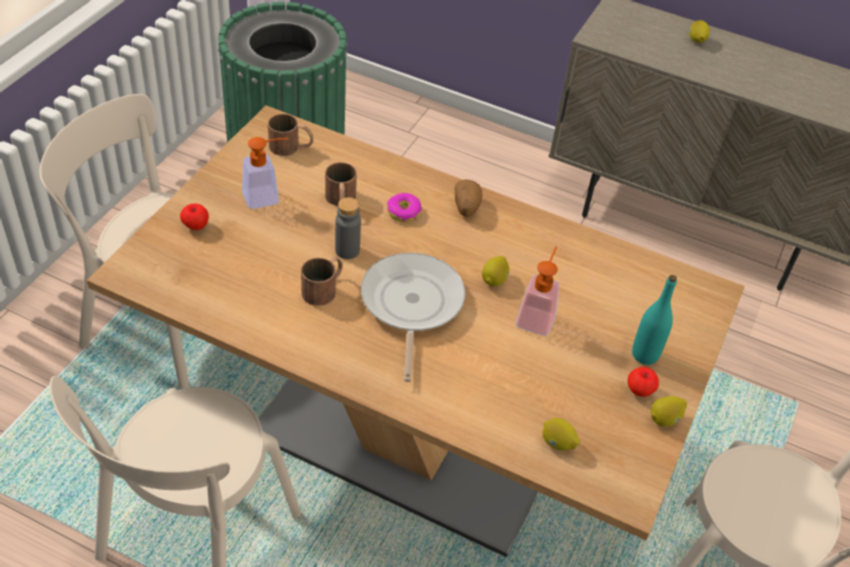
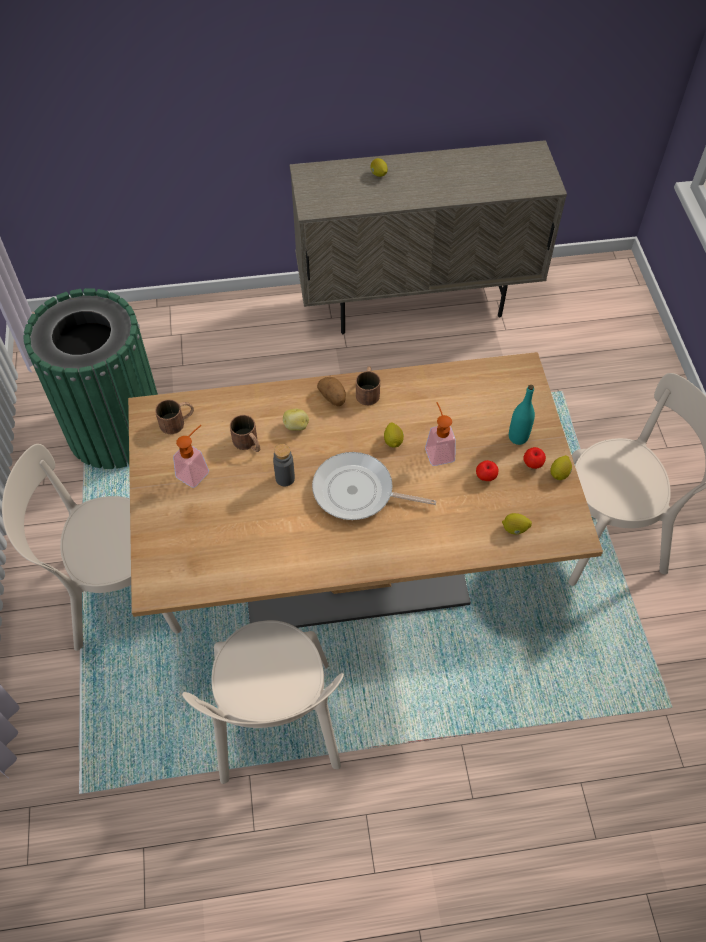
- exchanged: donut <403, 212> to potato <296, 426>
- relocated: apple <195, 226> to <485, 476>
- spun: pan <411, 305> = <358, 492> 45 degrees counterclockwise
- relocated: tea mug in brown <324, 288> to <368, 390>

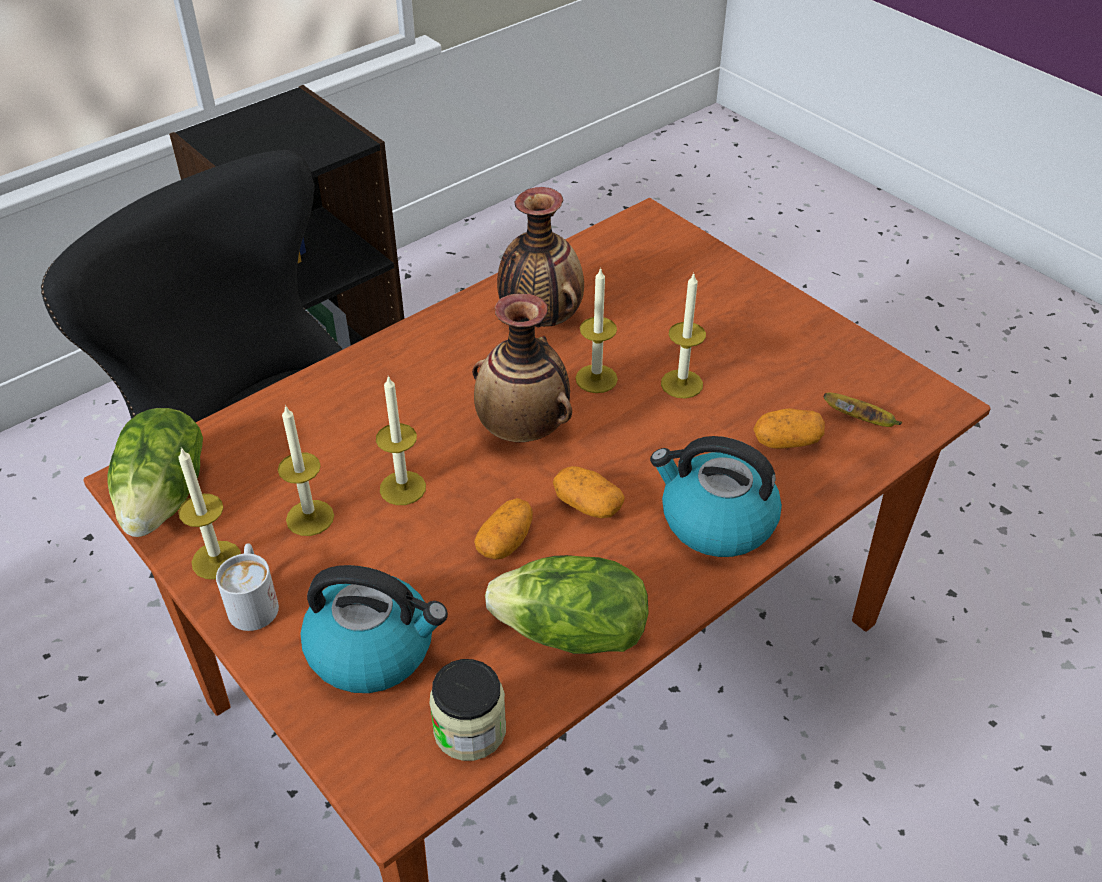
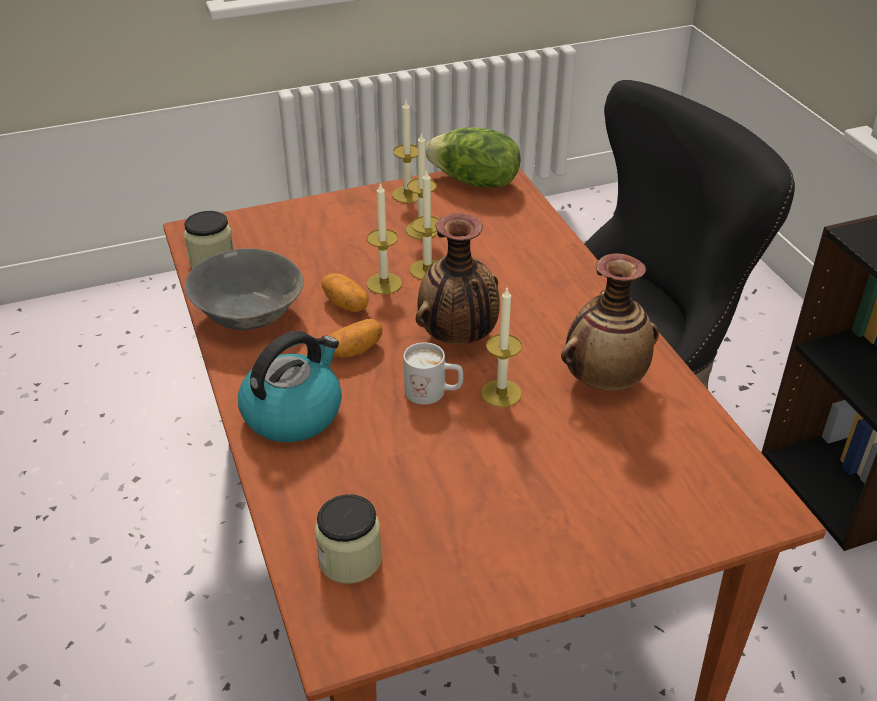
- relocated: wax light <681, 384> to <384, 283>
- exchanged: banana <860, 420> to storage jar <350, 559>
- missing: potato <786, 441>
- relocated: tea mug in white-coloured <254, 601> to <433, 392>
- exchanged: lettuce head <572, 634> to serving bowl in gray <247, 314>
- missing: water kettle <373, 649>

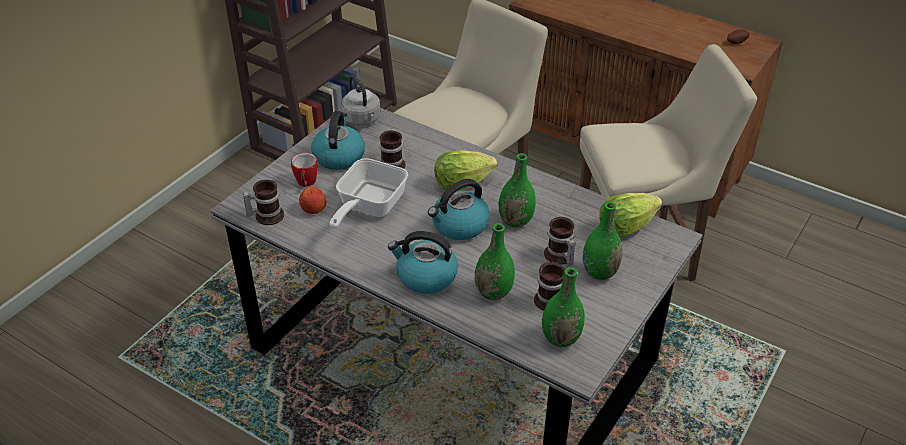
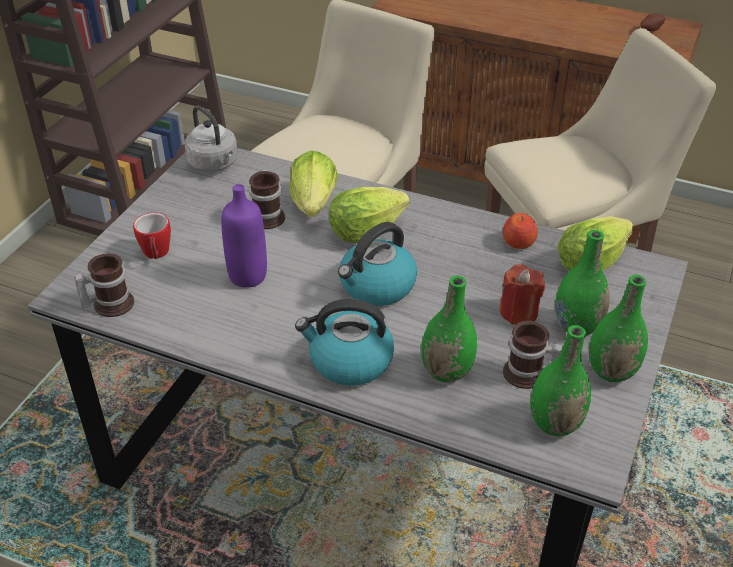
- missing: water kettle <339, 156>
- relocated: vase in greenish <516, 221> to <611, 371>
- exchanged: pan <368, 207> to beverage bottle in purple-coloured <248, 276>
- relocated: apple <313, 209> to <518, 243>
- exchanged: tea mug <559, 257> to wax light in red <518, 312>
- appeared: lettuce head <314, 203>

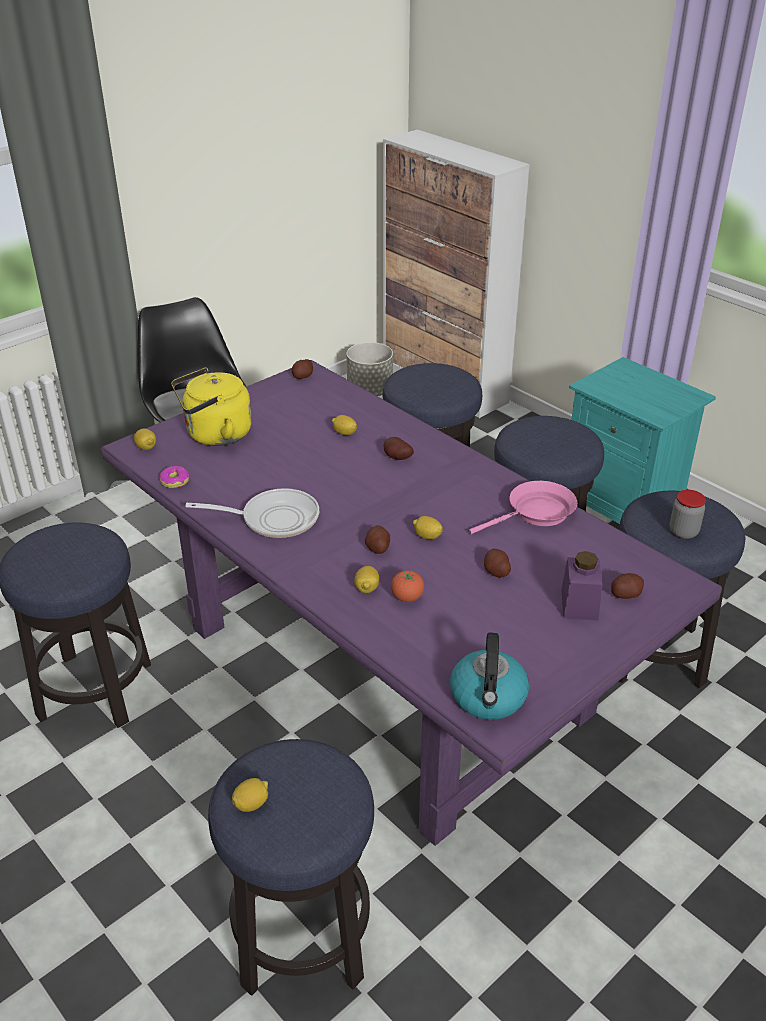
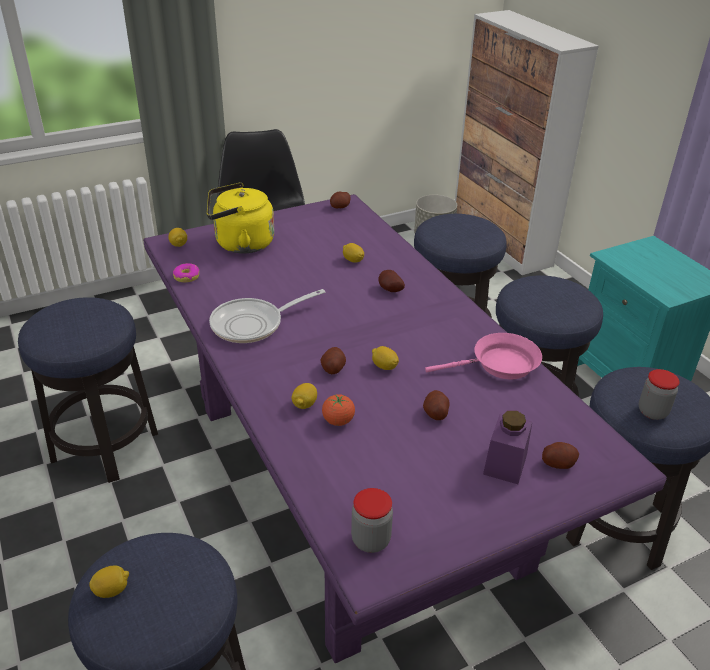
- spun: pan <273, 519> = <253, 324> 135 degrees clockwise
- exchanged: water kettle <488, 698> to storage jar <371, 540>

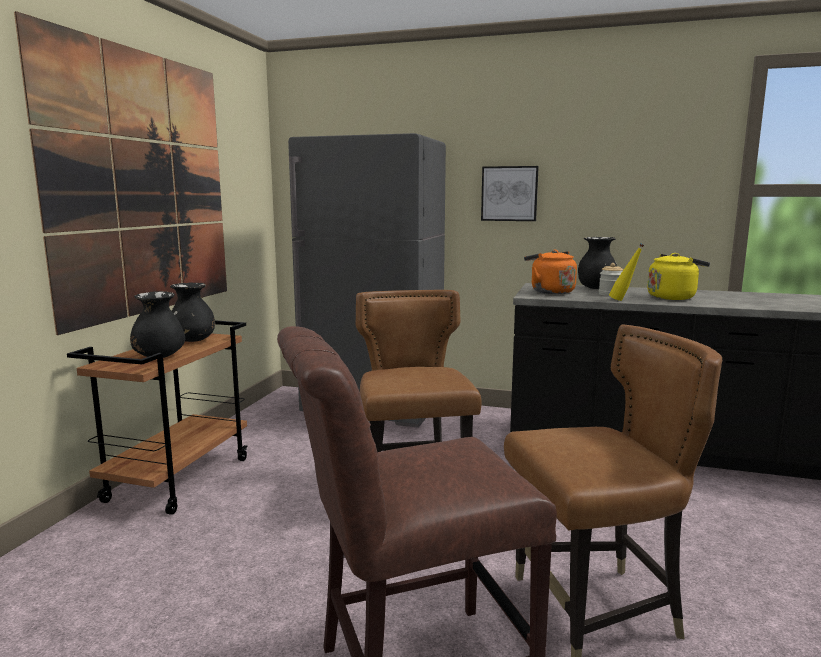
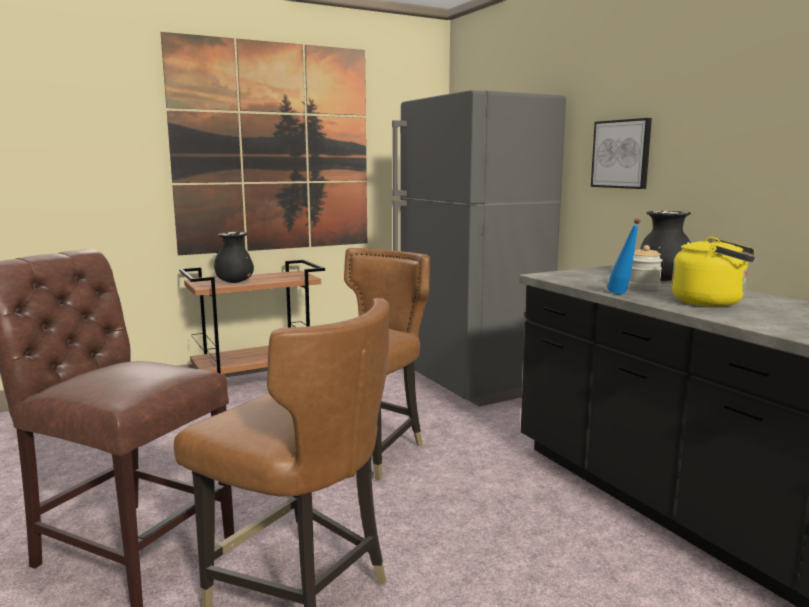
- colour: beverage bottle in yellow <623, 300> to beverage bottle in bluish <621, 294>
- missing: water kettle in orange-coloured <550, 291>
- missing: vase in black-coloured <193, 341>

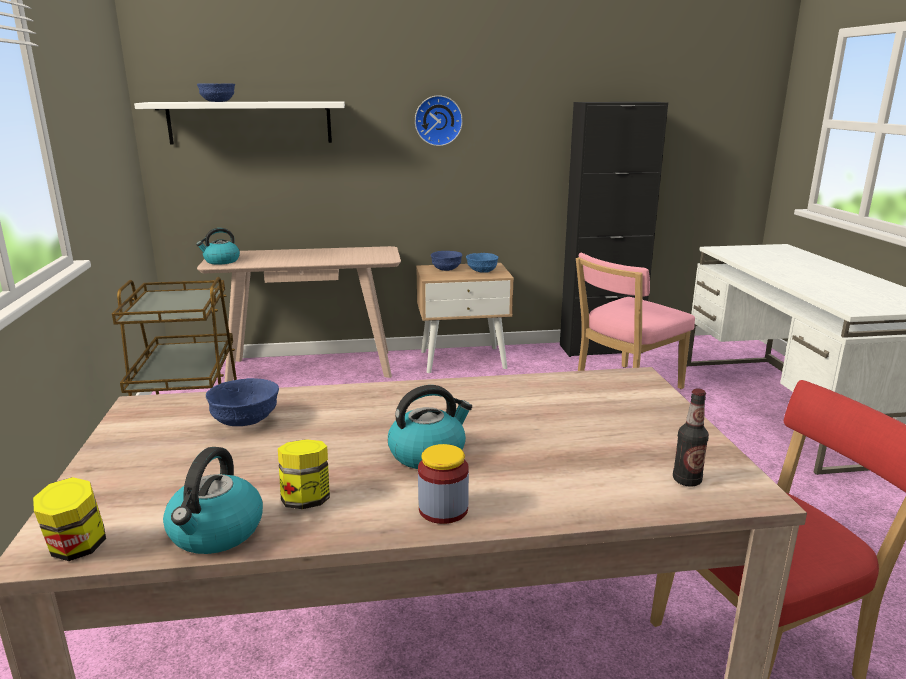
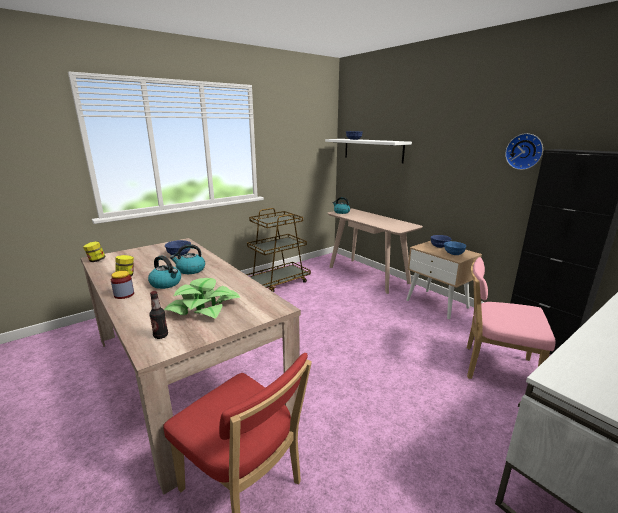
- relocated: clock on the wall <438, 120> to <524, 151>
- relocated: water kettle <216, 532> to <190, 270>
- appeared: houseplant <204, 308>

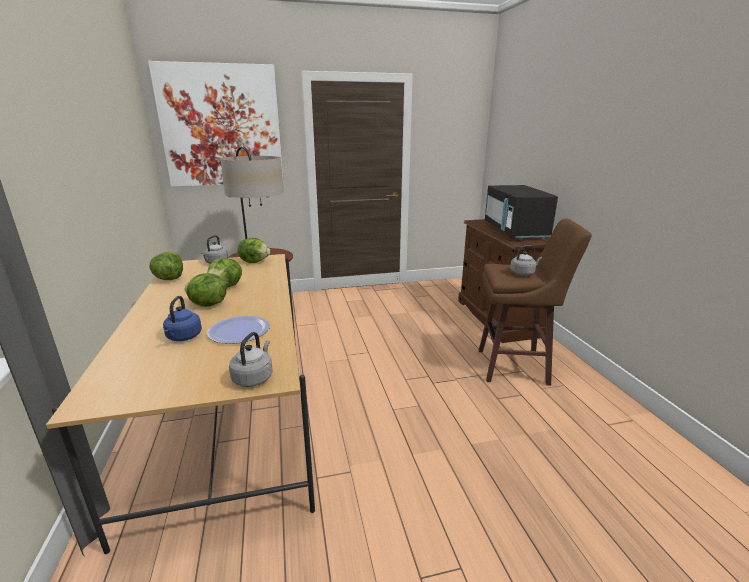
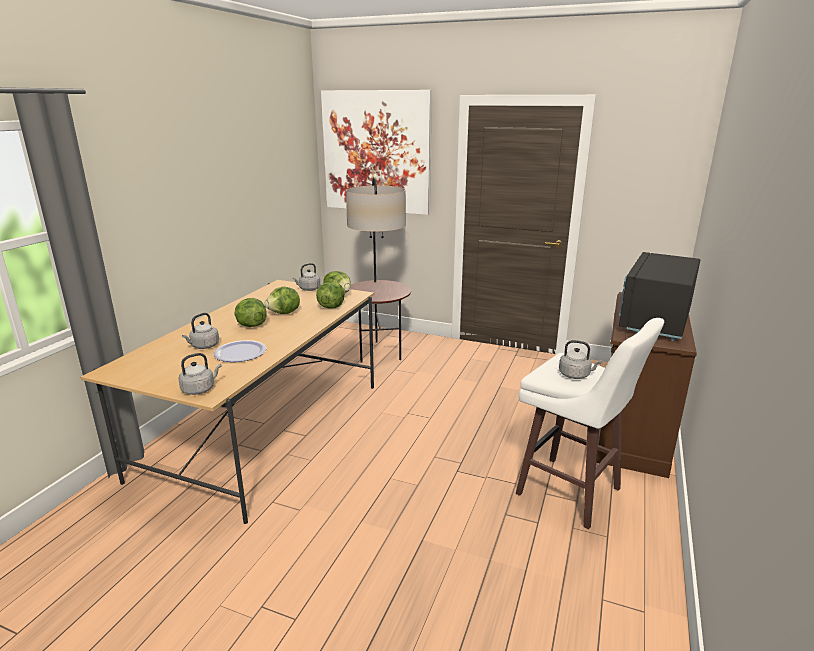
- colour: sitting stool in brown <515, 367> to sitting stool in white-coloured <571, 493>
- relocated: lettuce head <169, 279> to <331, 307>
- colour: water kettle in bluish <183, 337> to water kettle in gray <204, 346>

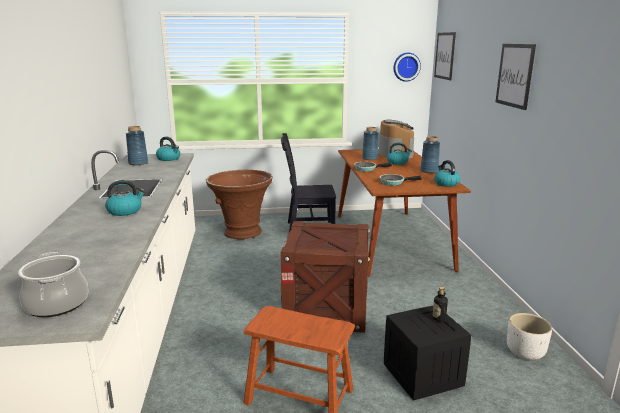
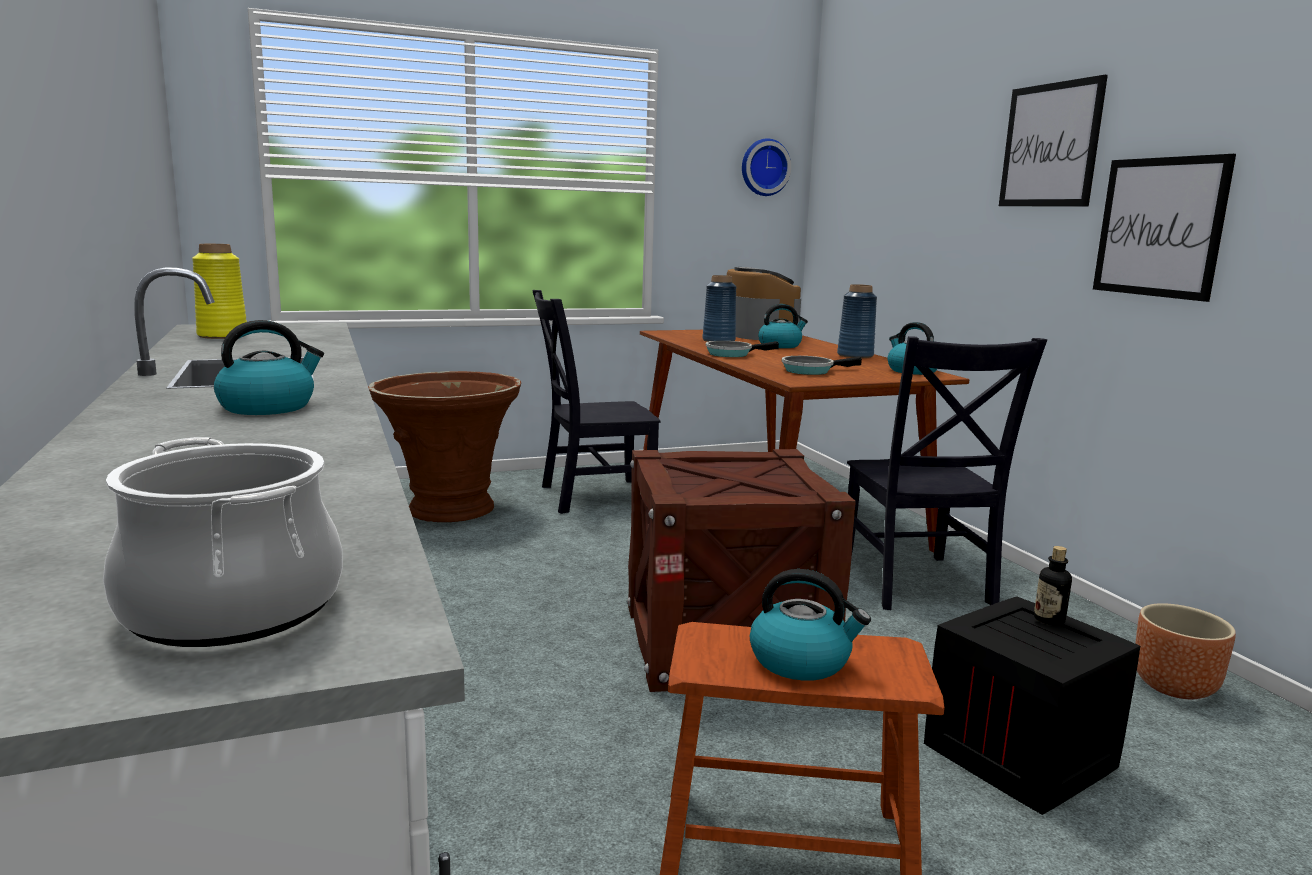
- relocated: picture <445, 55> to <1159, 227>
- colour: vase in bluish <138, 163> to vase in yellow <222, 336>
- relocated: water kettle <169, 159> to <801, 661>
- colour: flower pot in white-coloured <525, 353> to flower pot in brown <1175, 687>
- appeared: plain chair in black-coloured <917, 585>

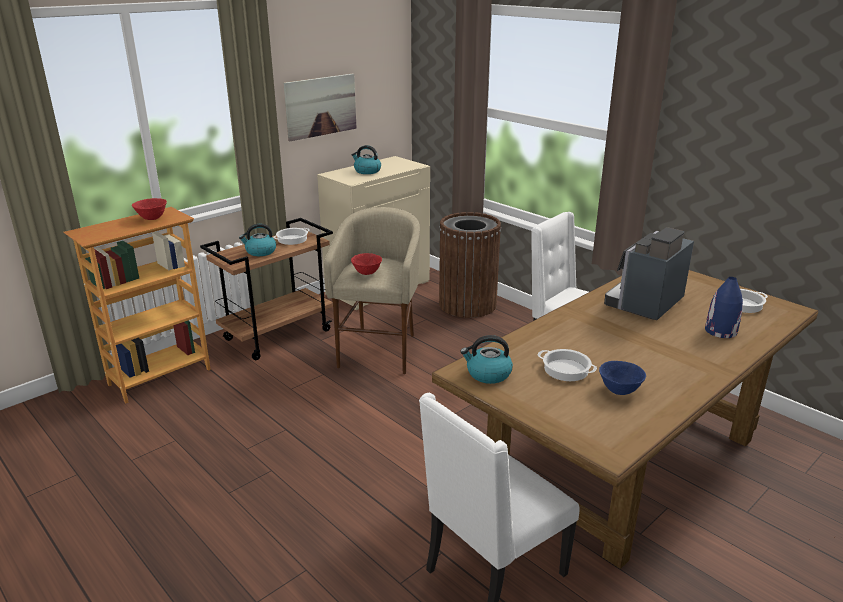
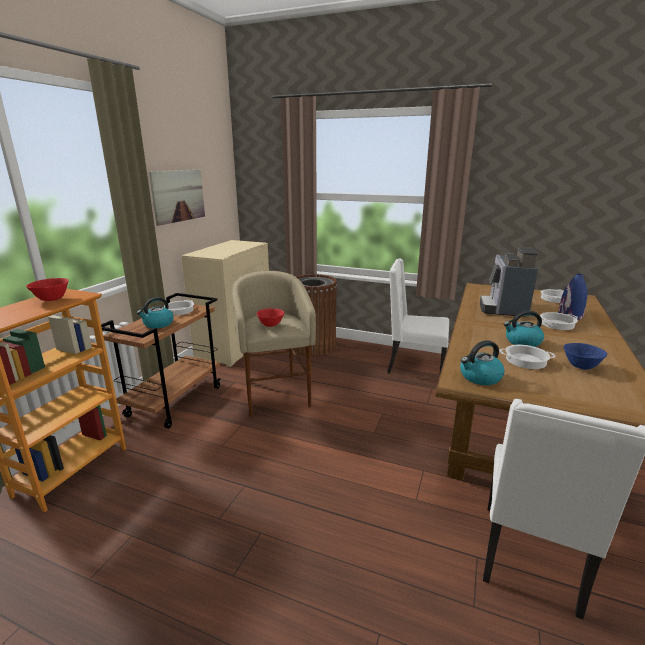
- relocated: water kettle <367, 171> to <522, 342>
- appeared: stockpot <557, 324>

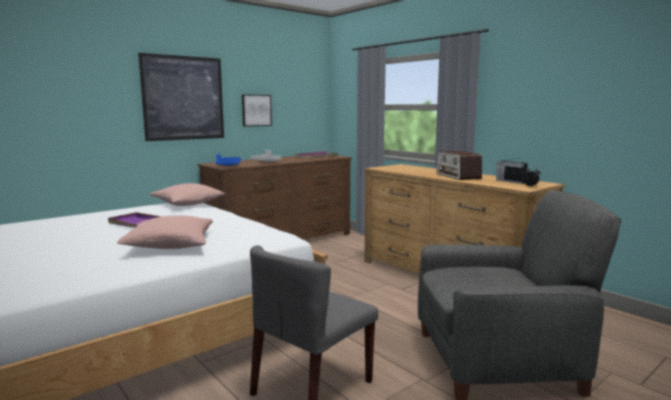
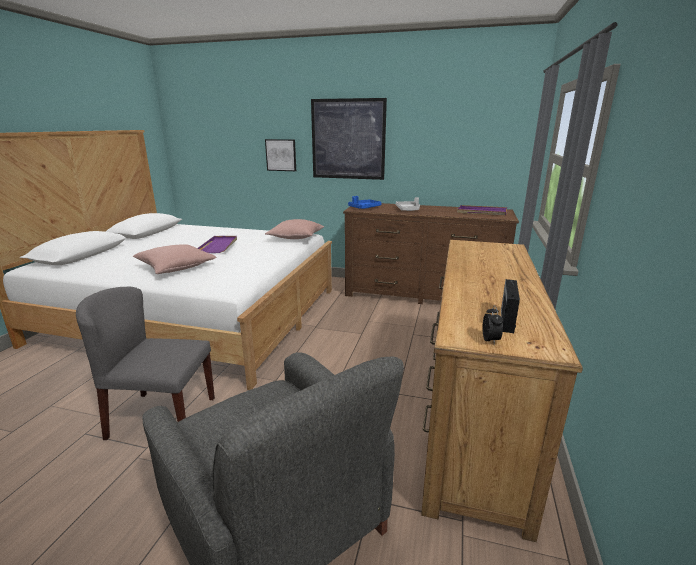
- relocated: picture <256, 110> to <281, 155>
- missing: radio <458, 176>

